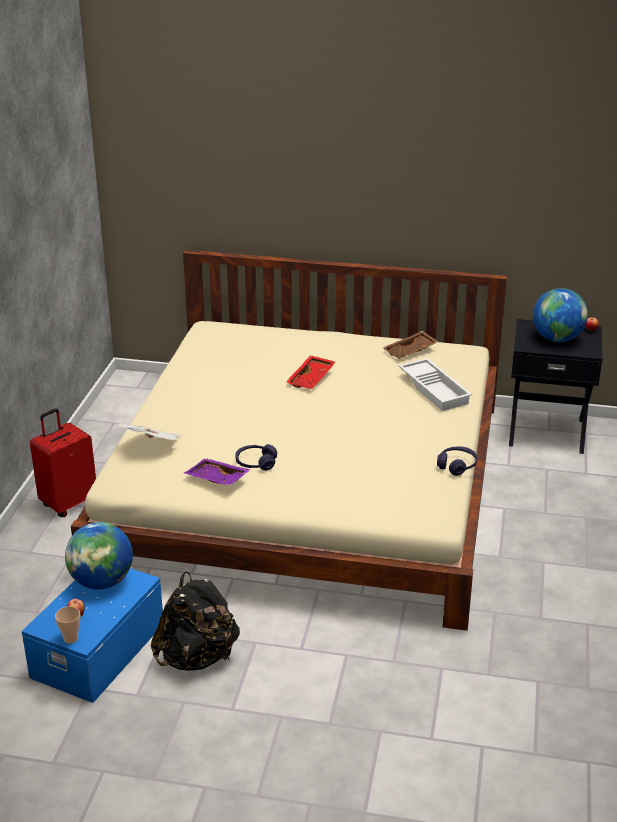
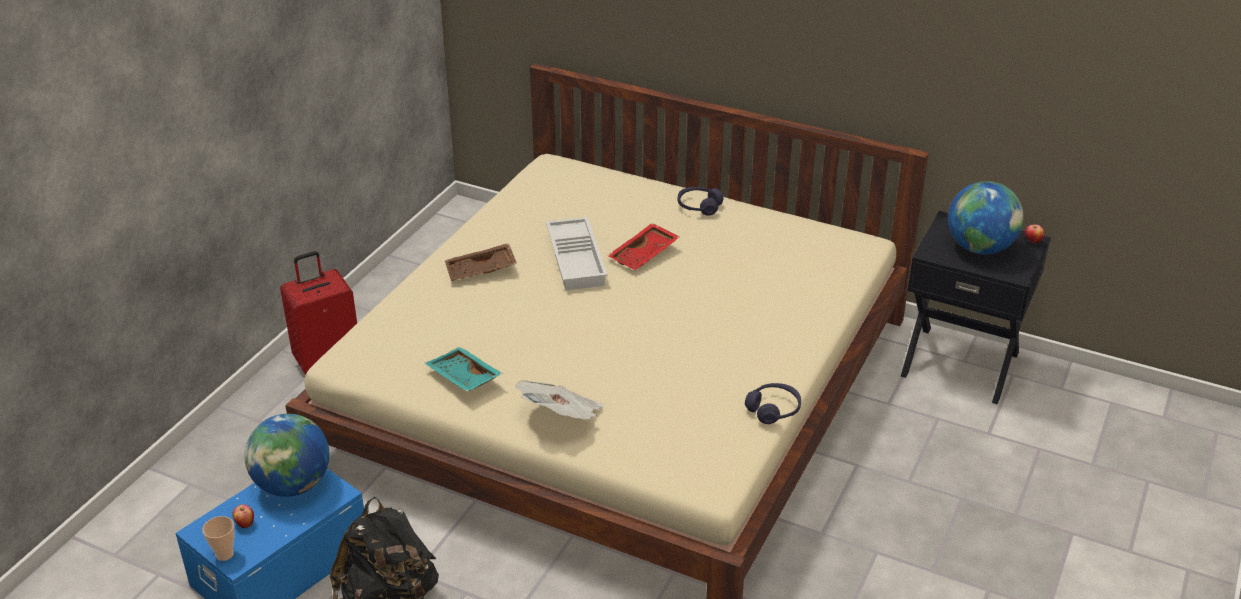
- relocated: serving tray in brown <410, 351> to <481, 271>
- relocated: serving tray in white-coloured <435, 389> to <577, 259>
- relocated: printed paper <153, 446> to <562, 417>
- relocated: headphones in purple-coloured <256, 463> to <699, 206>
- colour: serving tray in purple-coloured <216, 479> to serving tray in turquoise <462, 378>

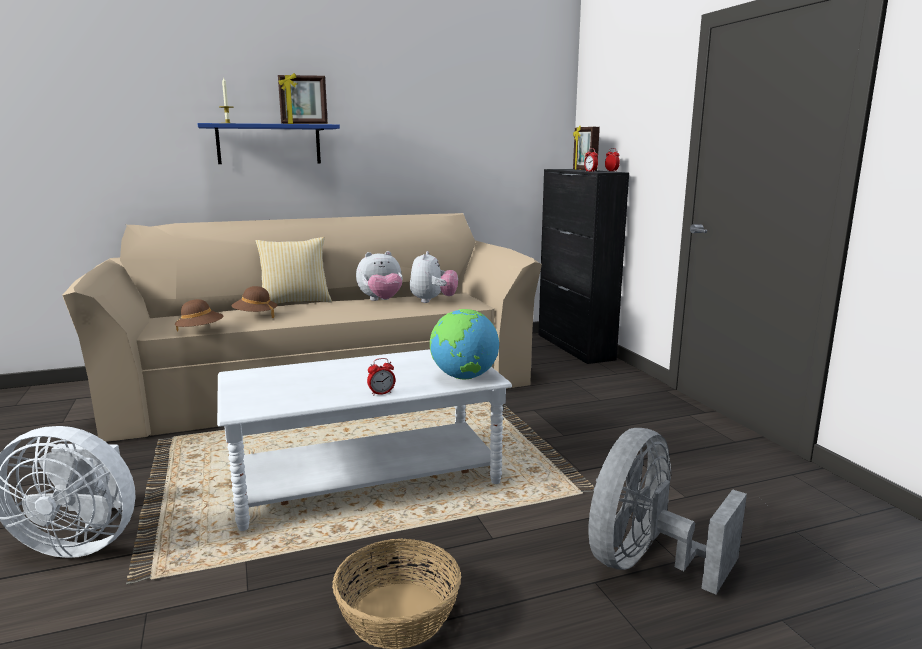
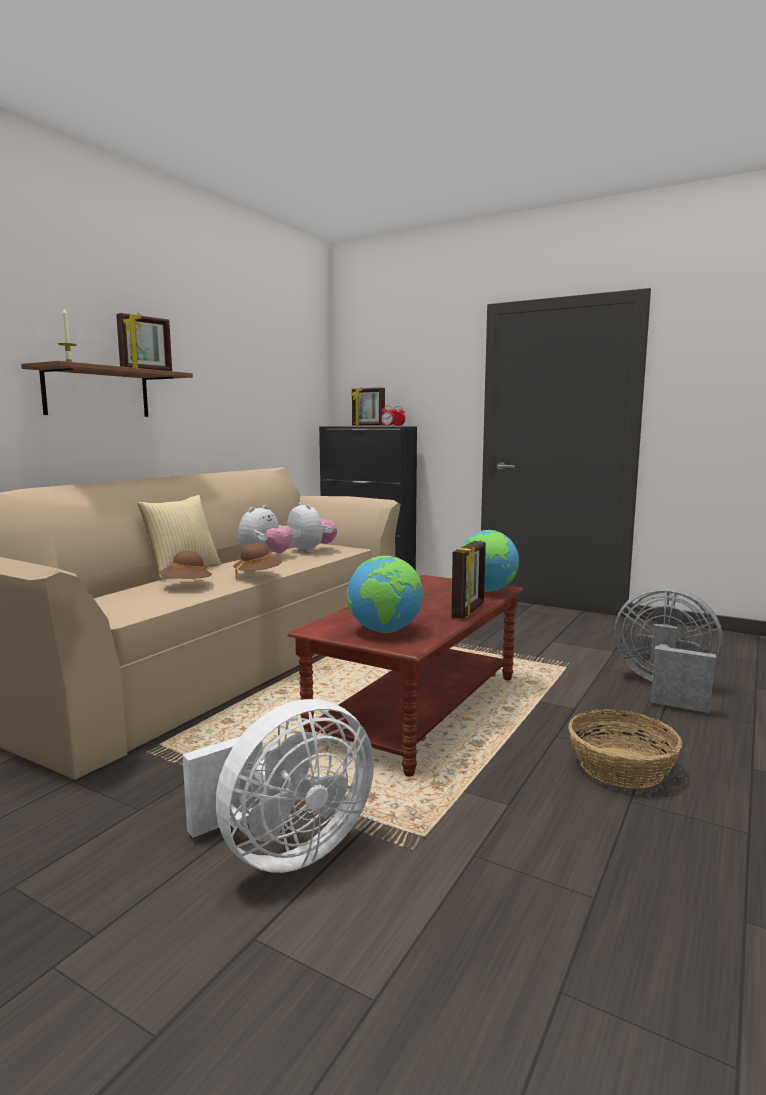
- colour: shelf in bluish <269, 144> to shelf in brown <97, 393>
- relocated: hat in brown <200, 331> to <258, 575>
- colour: coffee table in white-coloured <366, 478> to coffee table in brown <419, 708>
- exchanged: table clock <381, 393> to photo frame <469, 611>
- spun: cooling fan in gray <646, 563> = <665, 688> 120 degrees clockwise
- appeared: world globe <385, 631>

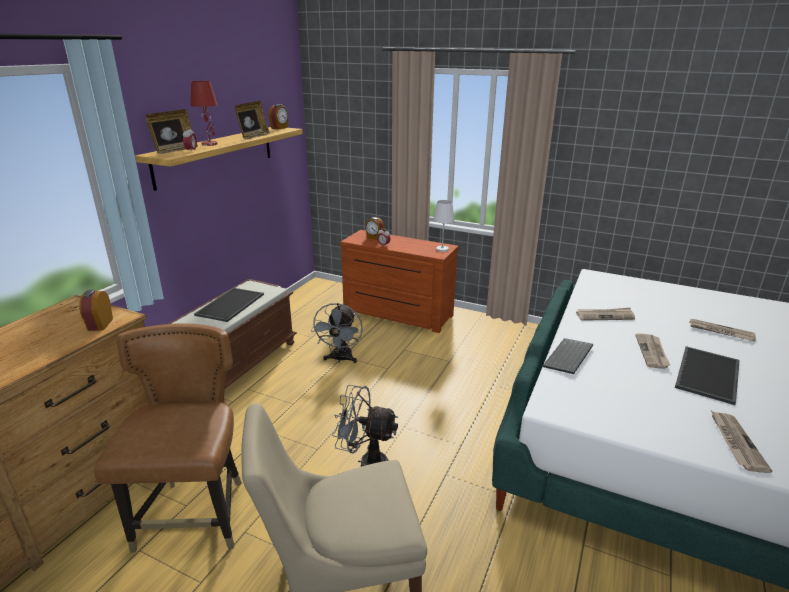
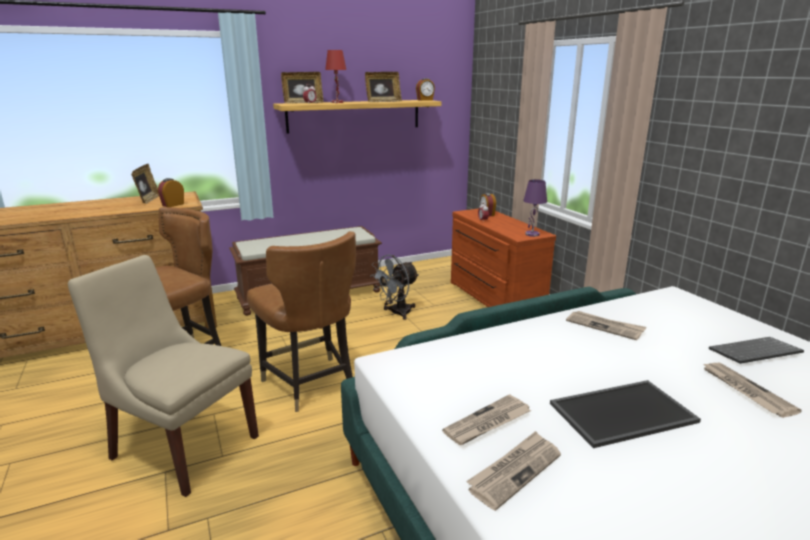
- colour: table lamp in white-coloured <442, 249> to table lamp in purple-coloured <532, 234>
- missing: serving tray <230, 304>
- relocated: printed paper <652, 352> to <487, 423>
- relocated: PC keyboard <569, 358> to <755, 353>
- exchanged: cooling fan in gray <366, 463> to plain chair in brown <310, 384>
- appeared: photo frame <148, 200>

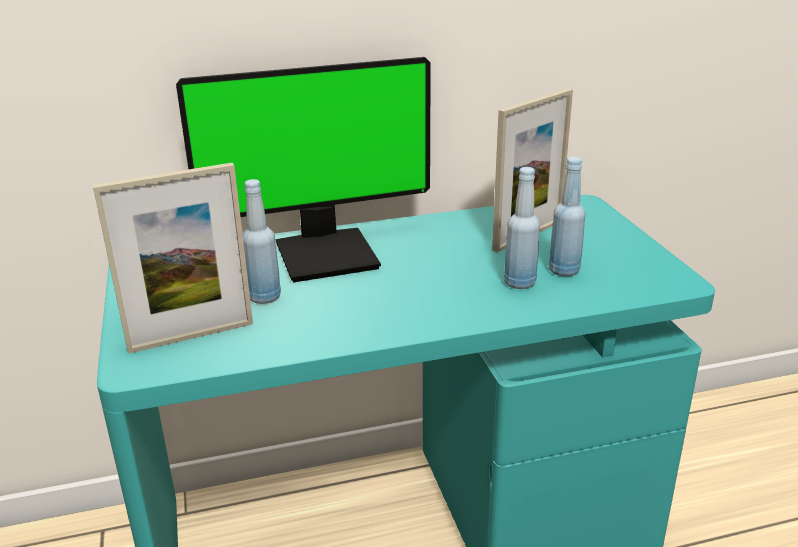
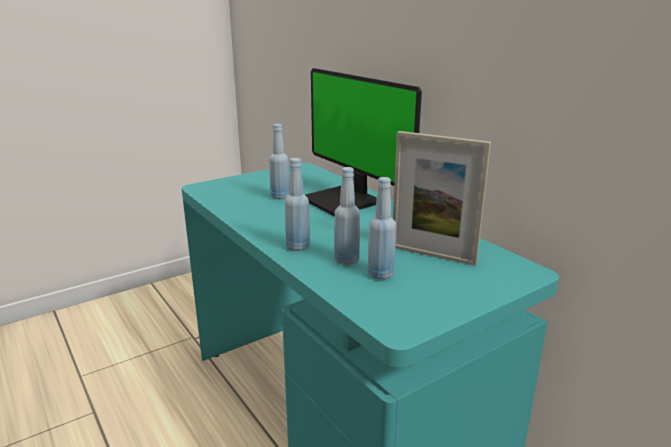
- missing: photo frame <191, 336>
- appeared: beverage bottle in bluish <297, 247>

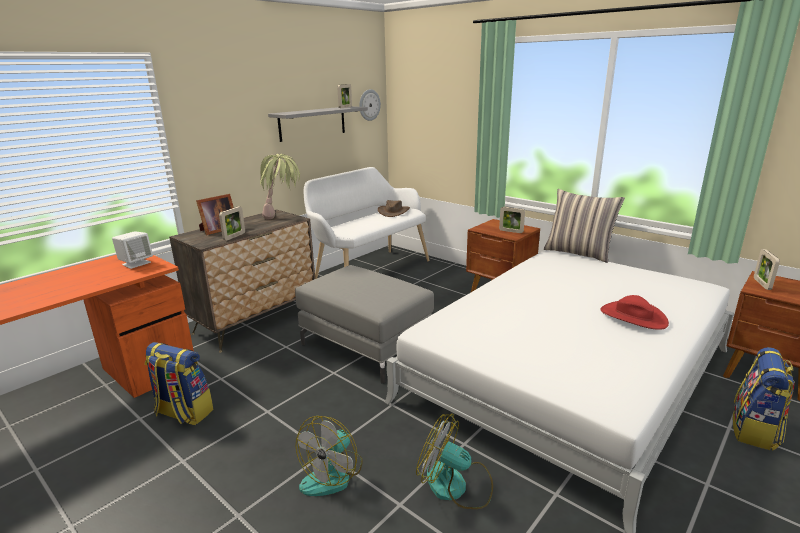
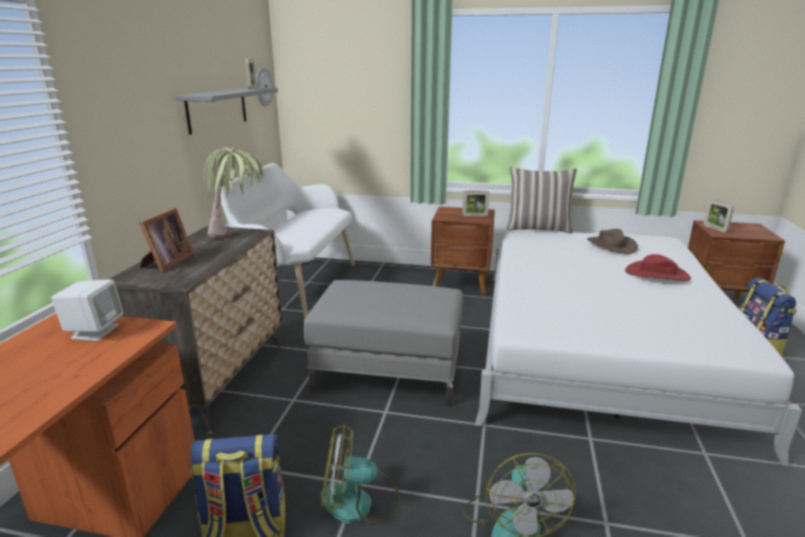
- relocated: hat in brown <393, 211> to <611, 245>
- missing: photo frame <234, 236>
- relocated: cooling fan <456, 486> to <359, 503>

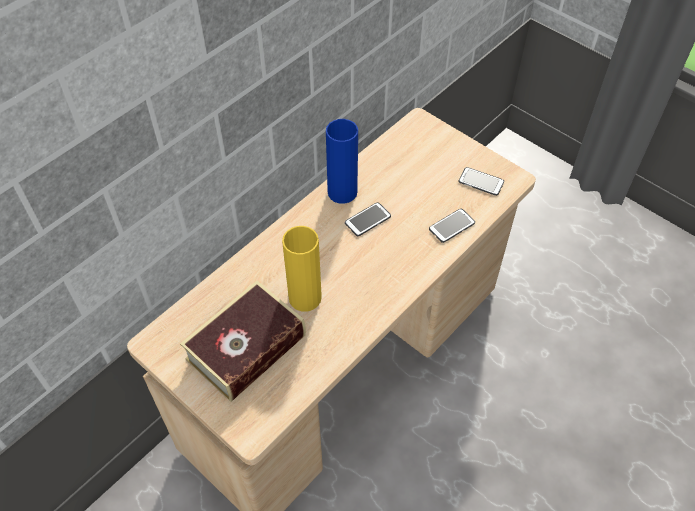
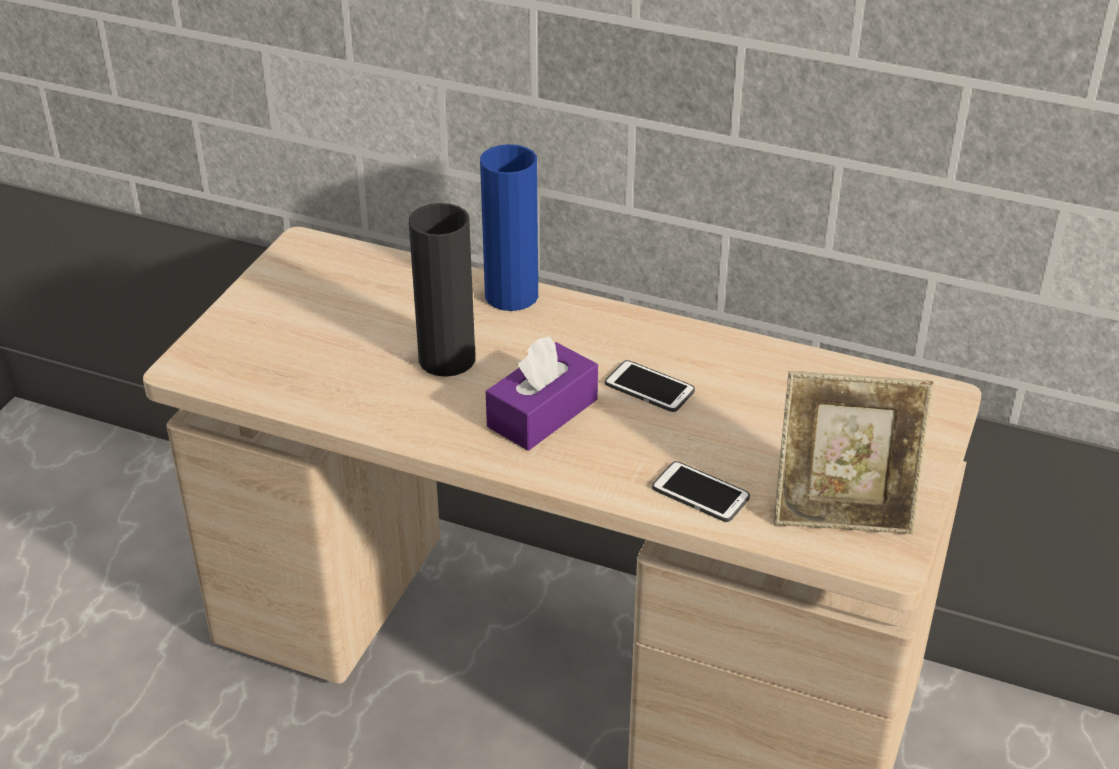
- relocated: vase in bluish <342, 192> to <511, 295>
- exchanged: telephone <481, 182> to photo frame <842, 512>
- colour: vase in yellow <305, 298> to vase in black-coloured <447, 359>
- missing: volume <246, 347>
- appeared: box of tissues in purple-coloured <542, 413>

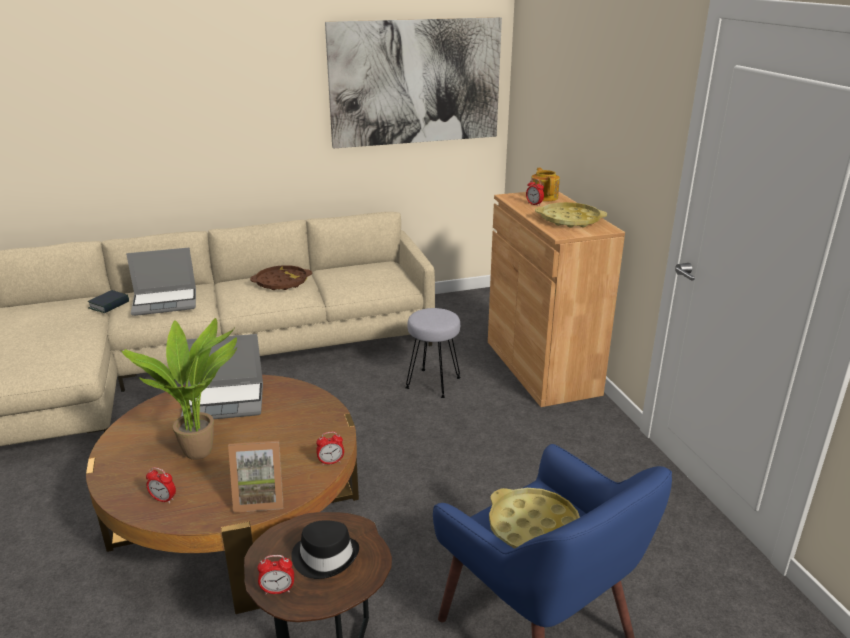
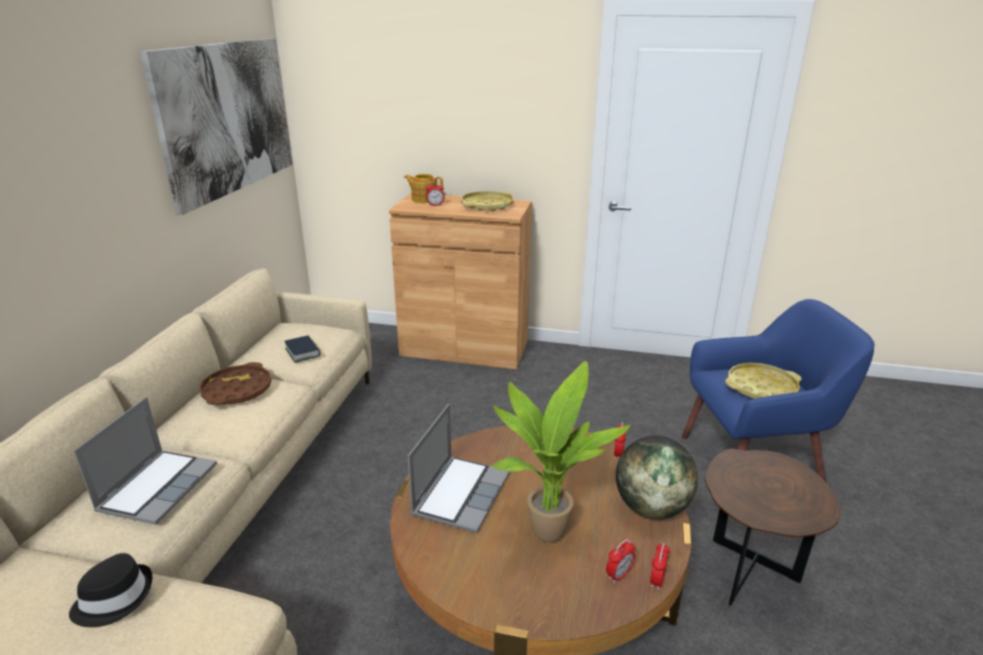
- relocated: volume <109, 305> to <302, 352>
- missing: sitting stool in gray <433, 383>
- exchanged: photo frame <260, 498> to world globe <651, 508>
- relocated: hat in black-coloured <325, 557> to <114, 598>
- relocated: table clock <278, 590> to <657, 580>

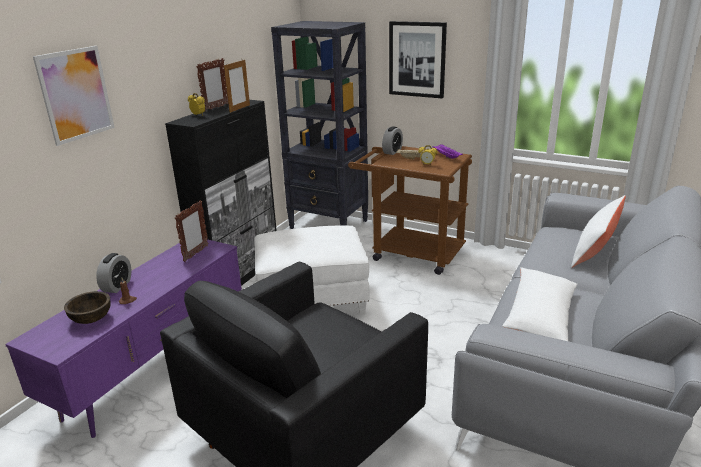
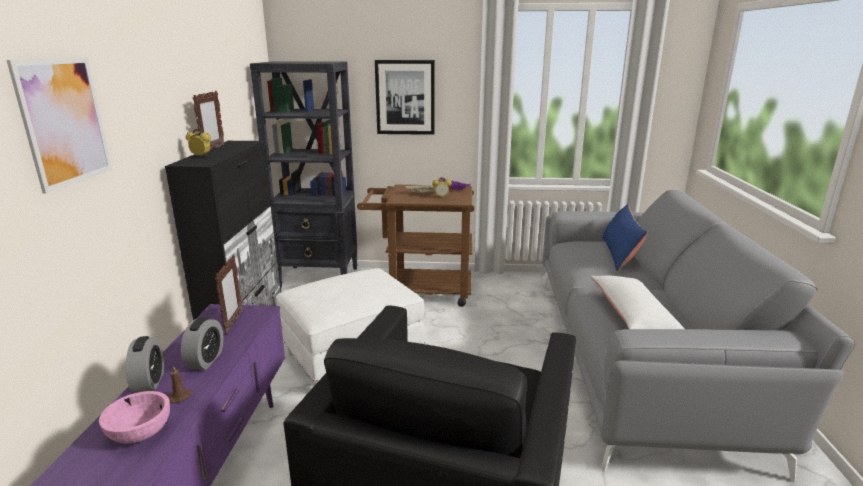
- missing: photo frame <239, 108>
- relocated: table clock <392, 151> to <205, 360>
- colour: throw pillow in white-coloured <595, 249> to throw pillow in bluish <620, 254>
- colour: serving bowl in brown <92, 319> to serving bowl in pink <141, 433>

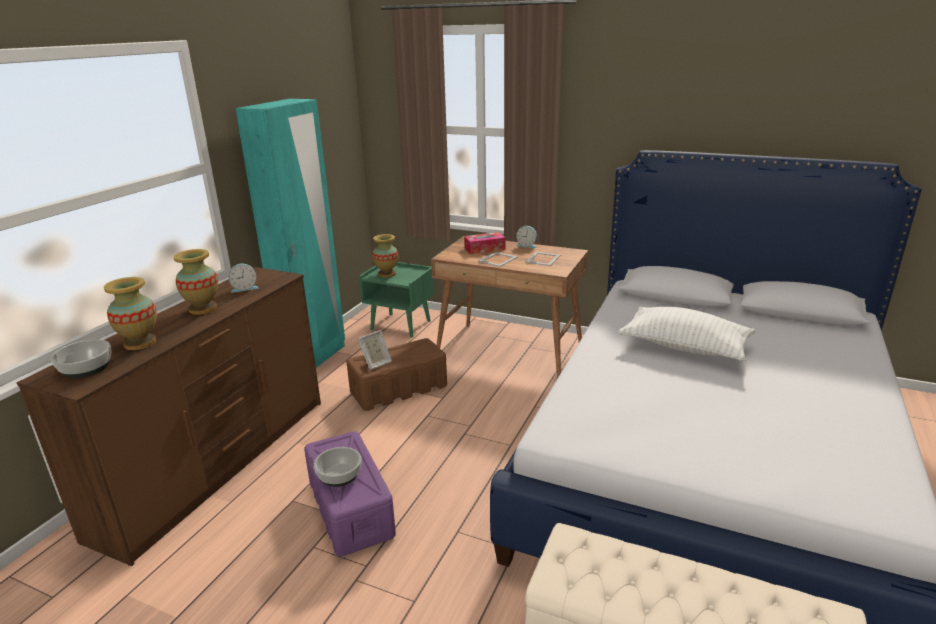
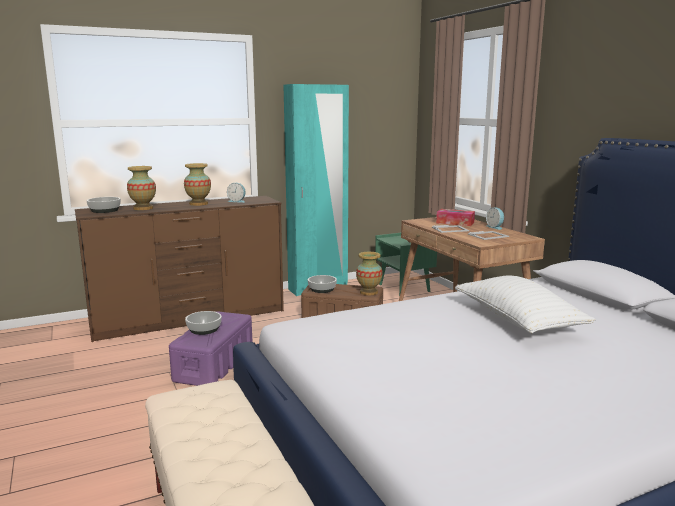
- relocated: vase <387, 274> to <368, 292>
- exchanged: photo frame <376, 364> to serving bowl <322, 289>

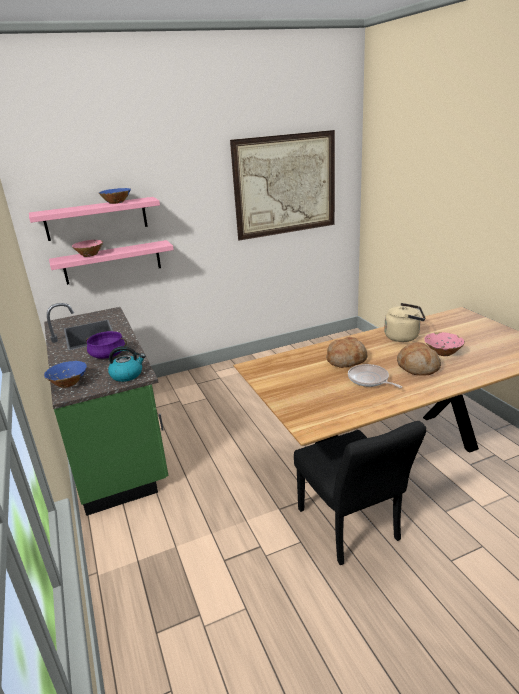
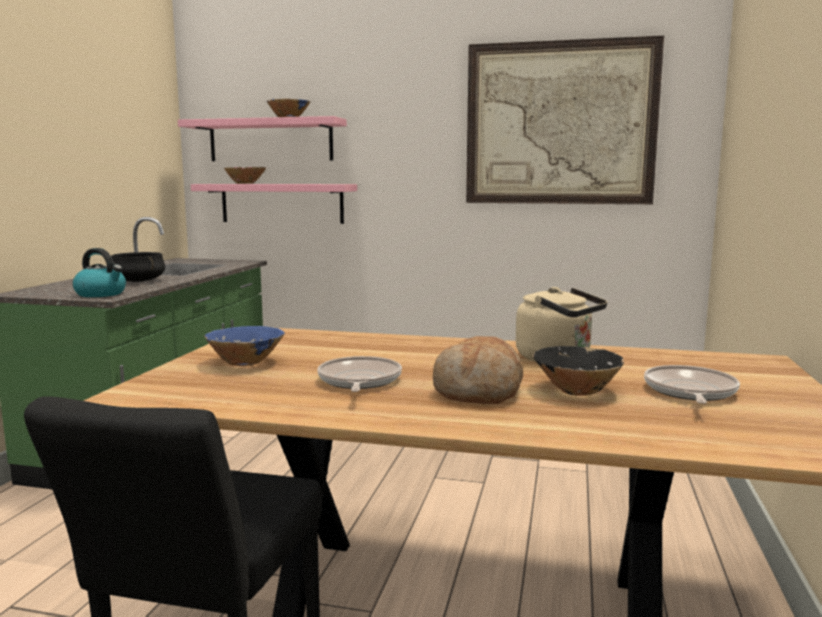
- colour: stockpot in purple-coloured <108, 355> to stockpot in black-coloured <139, 281>
- colour: serving bowl in pink <443, 353> to serving bowl in black-coloured <577, 390>
- missing: baked bread <346, 360>
- relocated: serving bowl in bluish <69, 383> to <245, 362>
- appeared: pan <689, 392>

